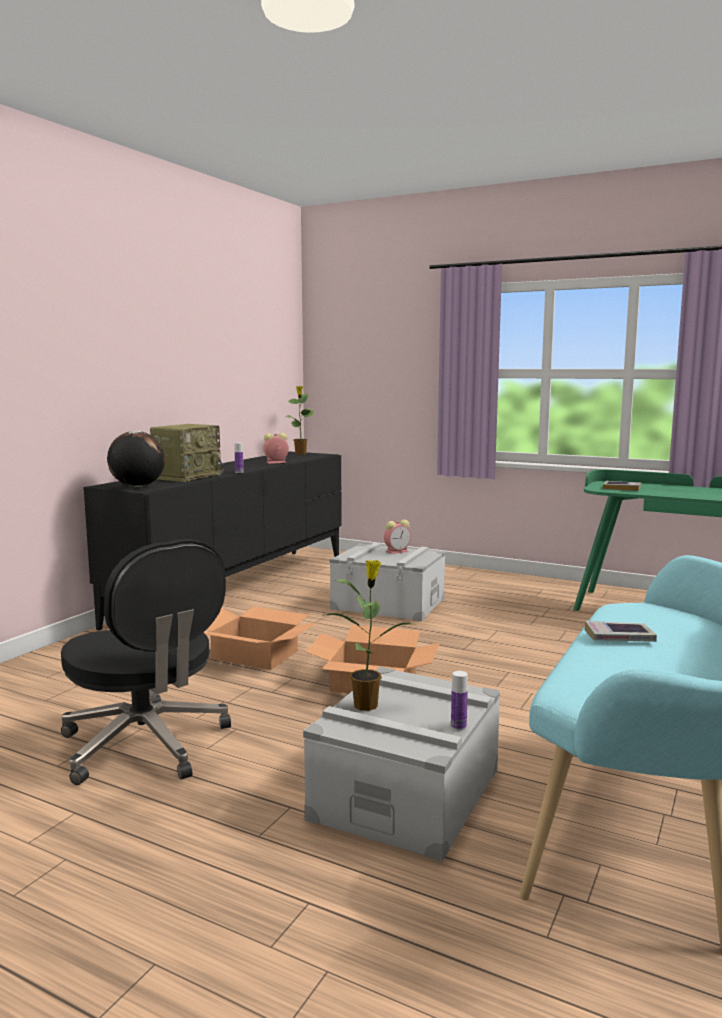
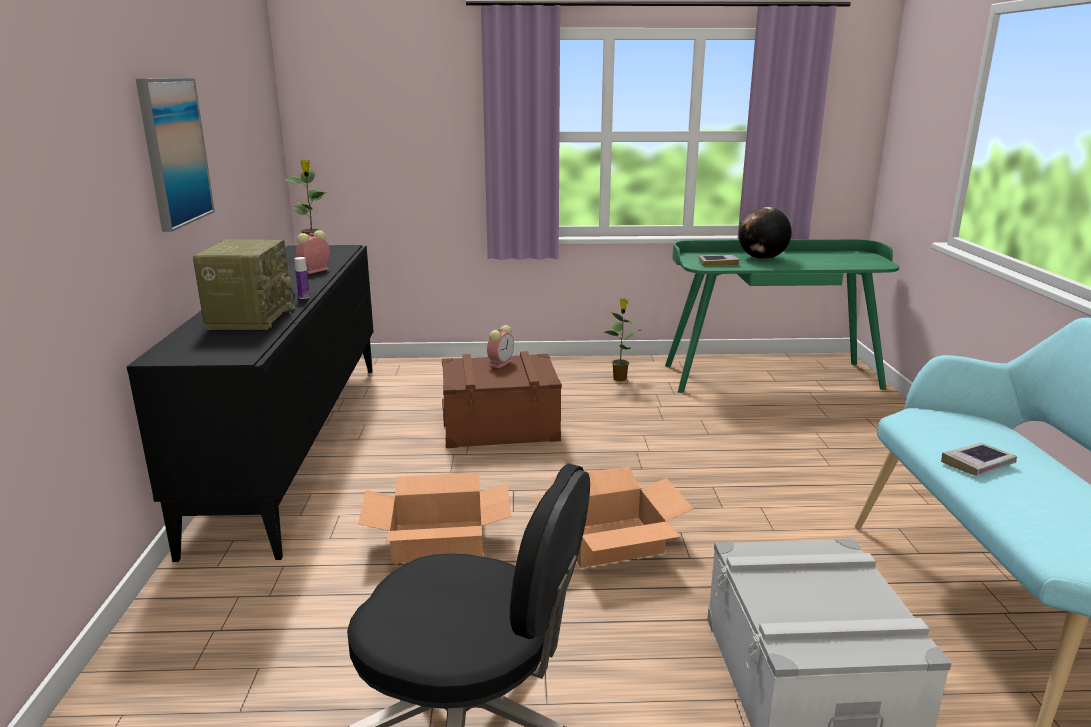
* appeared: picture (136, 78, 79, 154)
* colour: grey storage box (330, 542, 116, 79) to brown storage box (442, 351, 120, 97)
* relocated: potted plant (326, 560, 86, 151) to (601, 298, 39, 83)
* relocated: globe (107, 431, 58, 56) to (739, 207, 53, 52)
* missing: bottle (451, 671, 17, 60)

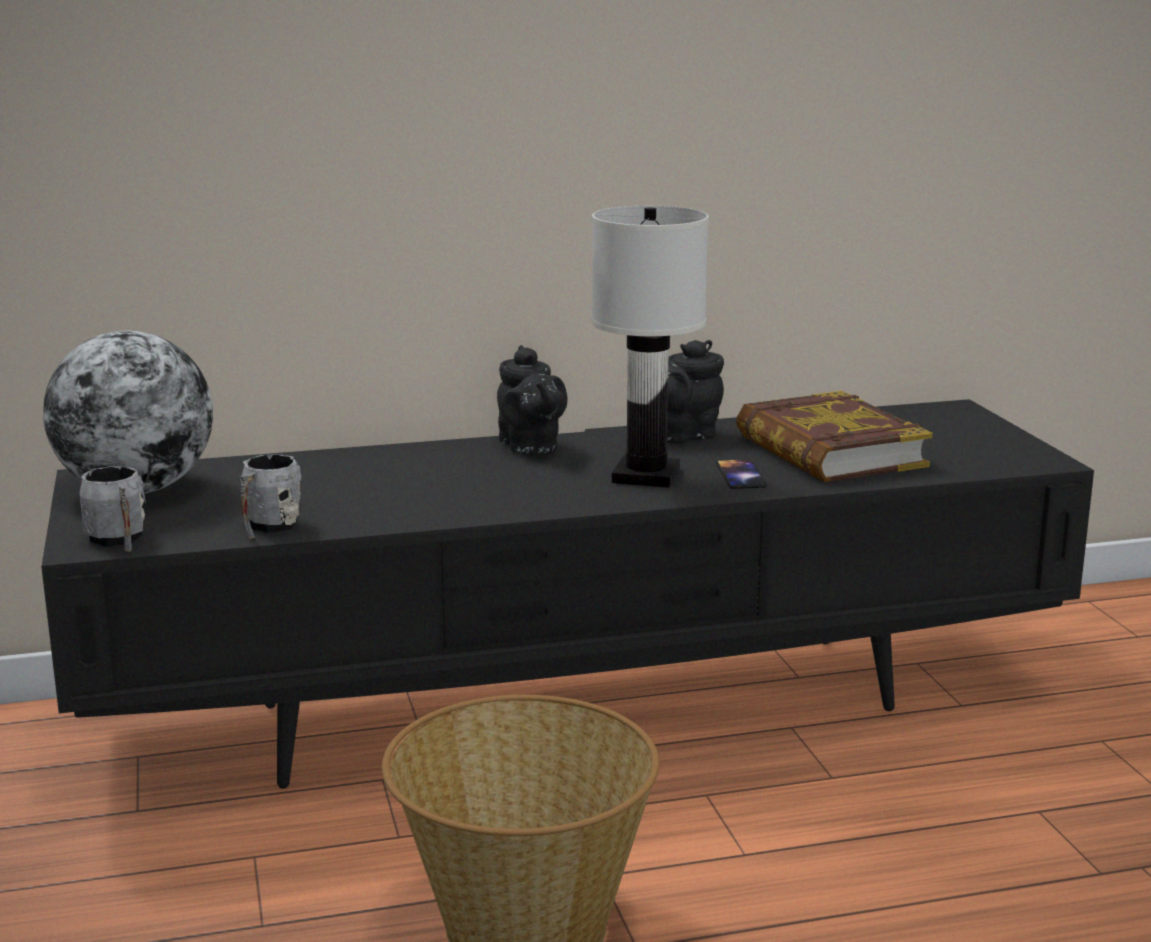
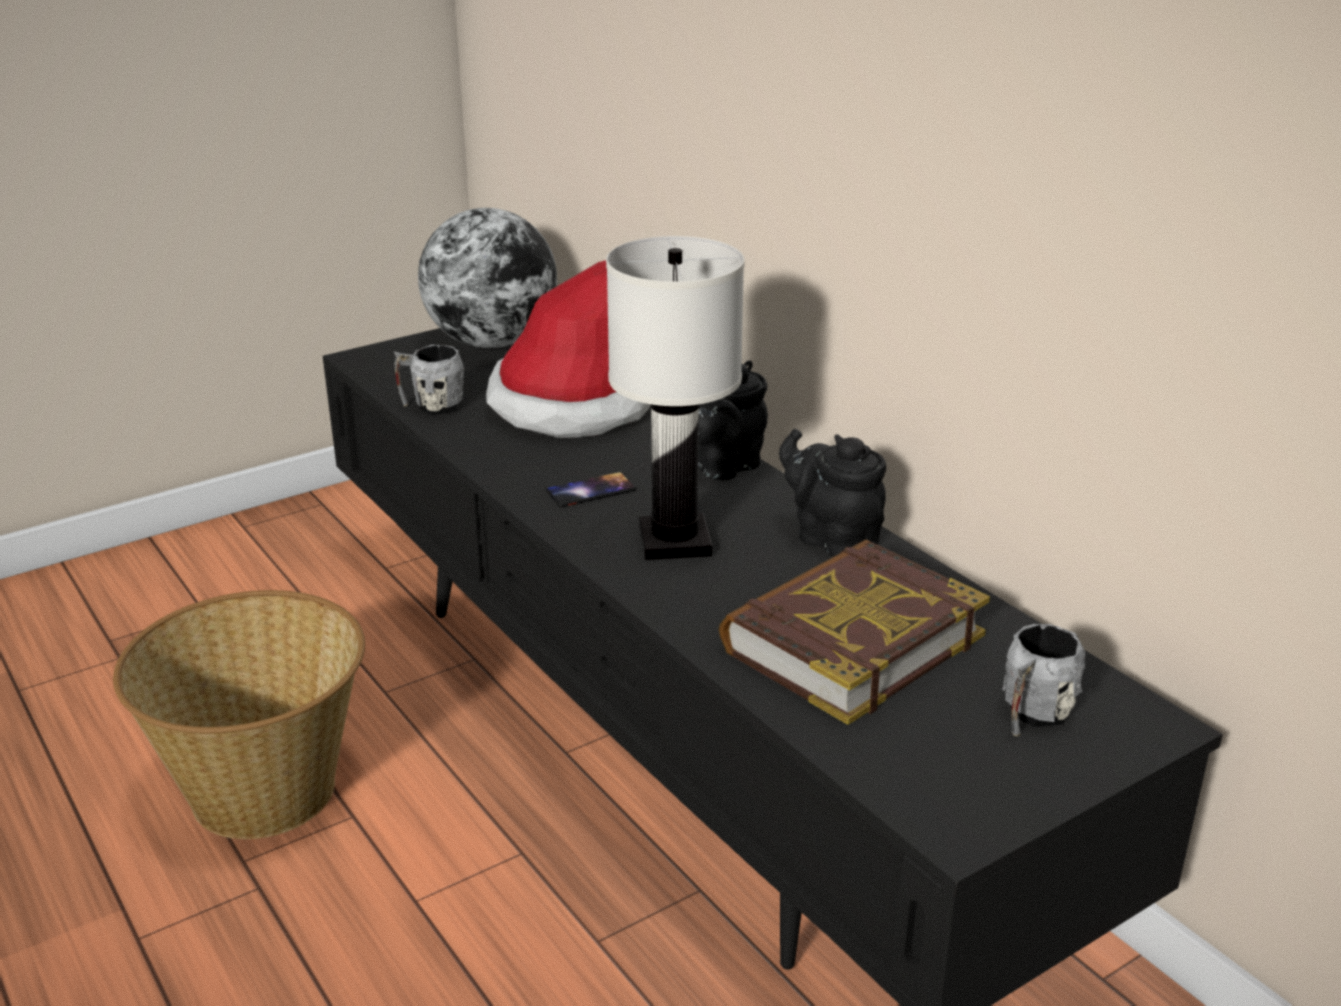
* appeared: hat (486, 260, 164, 178)
* relocated: phone (716, 460, 51, 29) to (546, 472, 90, 35)
* relocated: grey mug (80, 466, 66, 86) to (1002, 624, 83, 112)

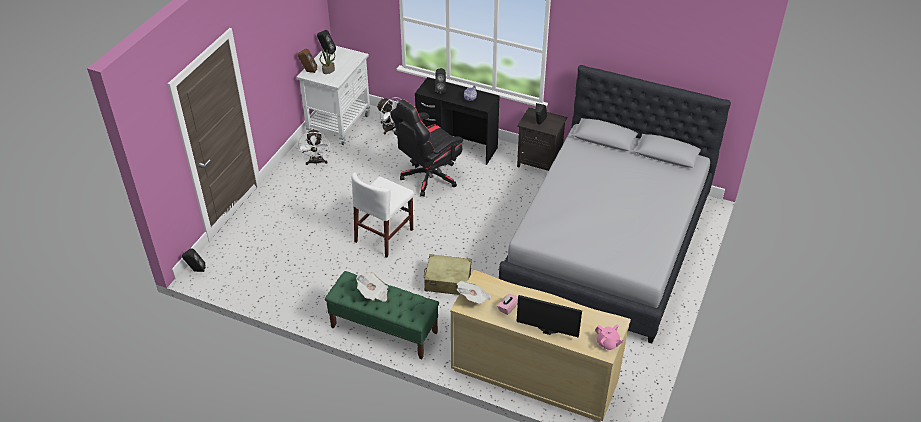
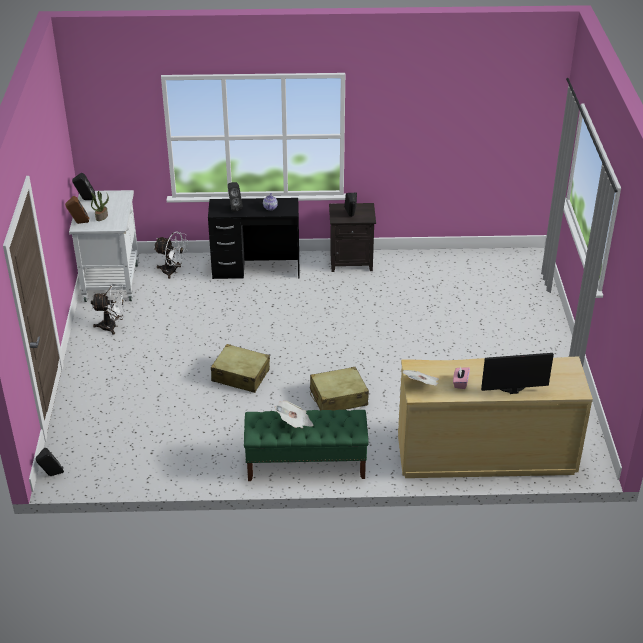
* spun: white fan (298, 129, 32, 36) = (91, 283, 34, 52) 60 degrees counterclockwise
* exchanged: white chair (351, 172, 63, 85) to beige suitcase (211, 344, 59, 49)
* missing: black office chair (390, 99, 73, 98)
* missing: grey bed (499, 65, 232, 278)
* missing: pink teapot (595, 324, 29, 27)

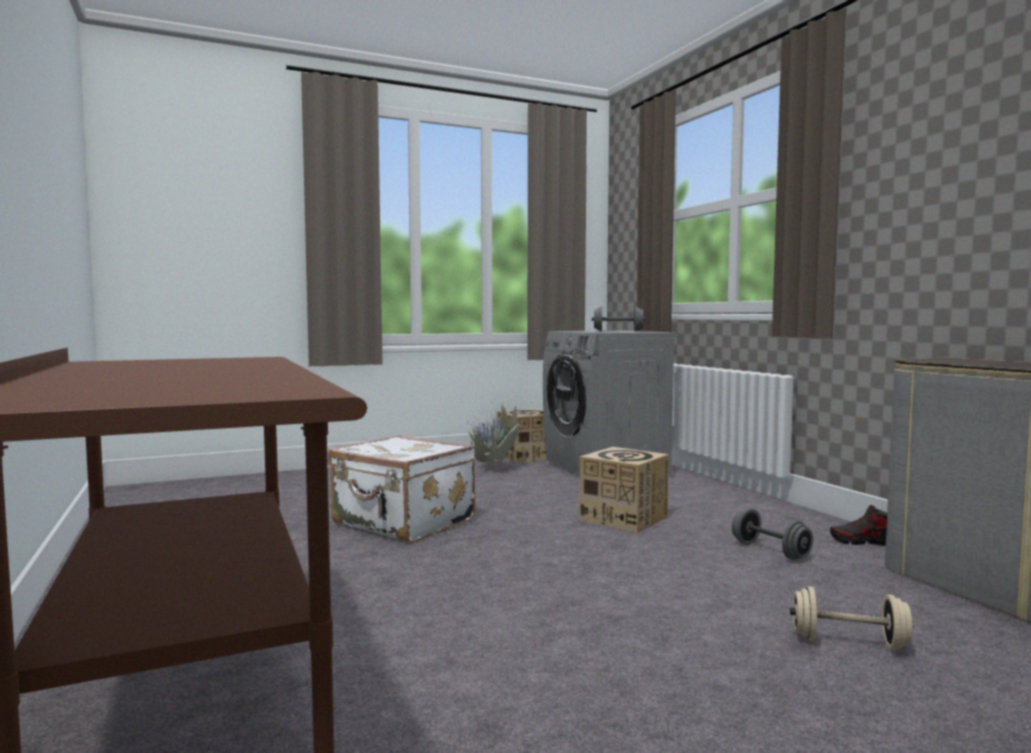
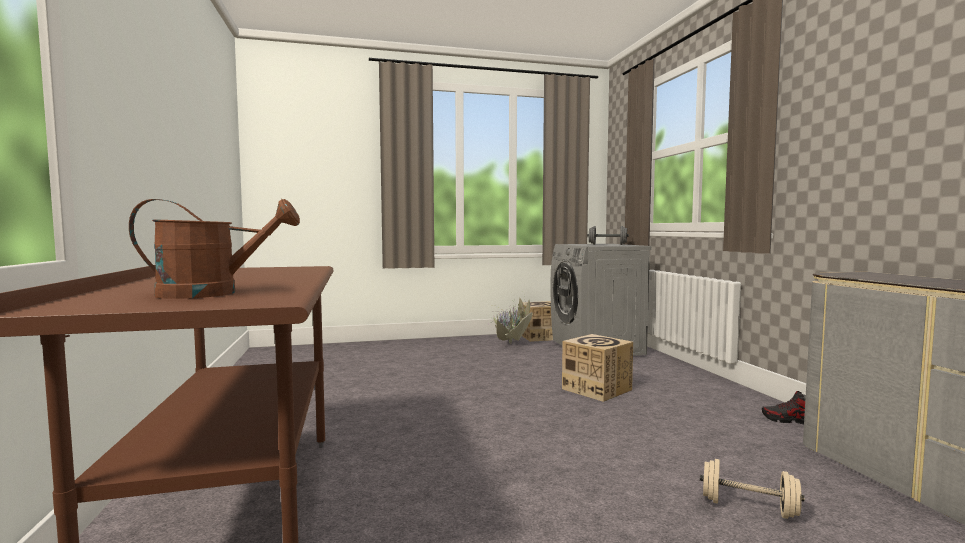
* appeared: brown watering can (129, 199, 171, 100)
* missing: white suitcase (328, 435, 148, 108)
* missing: grey dumbbell (732, 508, 81, 52)

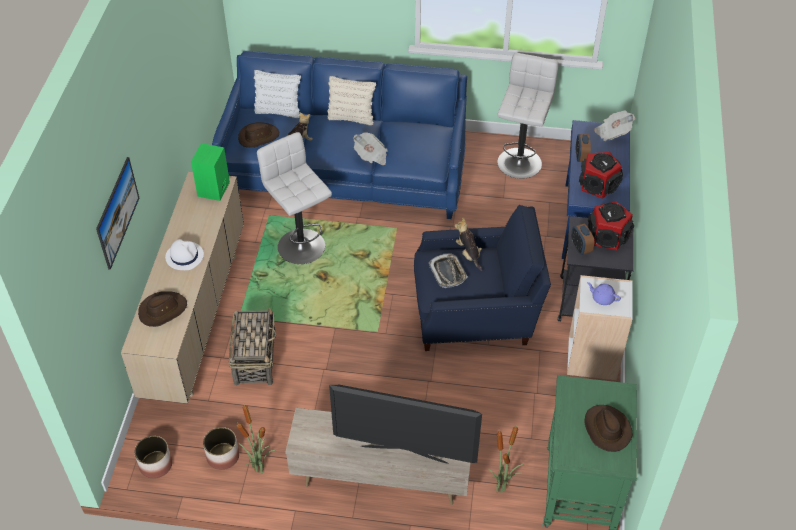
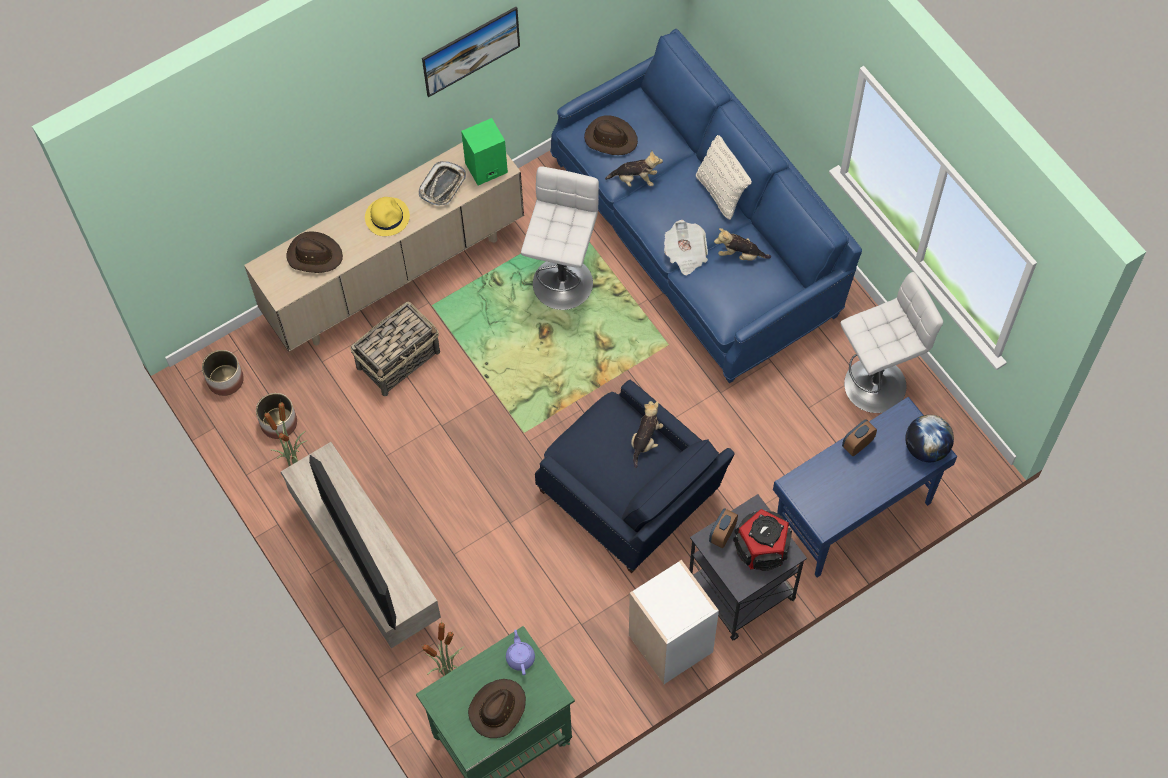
* colour: white hat (165, 239, 39, 31) to yellow hat (365, 197, 45, 39)
* relocated: tray (429, 253, 39, 35) to (419, 161, 47, 45)
* relocated: picture (96, 157, 43, 113) to (422, 7, 98, 90)
* relocated: purple teapot (587, 282, 34, 23) to (506, 629, 29, 46)
* appeared: plush toy (714, 228, 57, 33)
* exchanged: newspaper (594, 110, 41, 31) to globe (905, 415, 49, 47)
* missing: white pillow (254, 70, 47, 48)
* missing: speaker (579, 152, 44, 47)

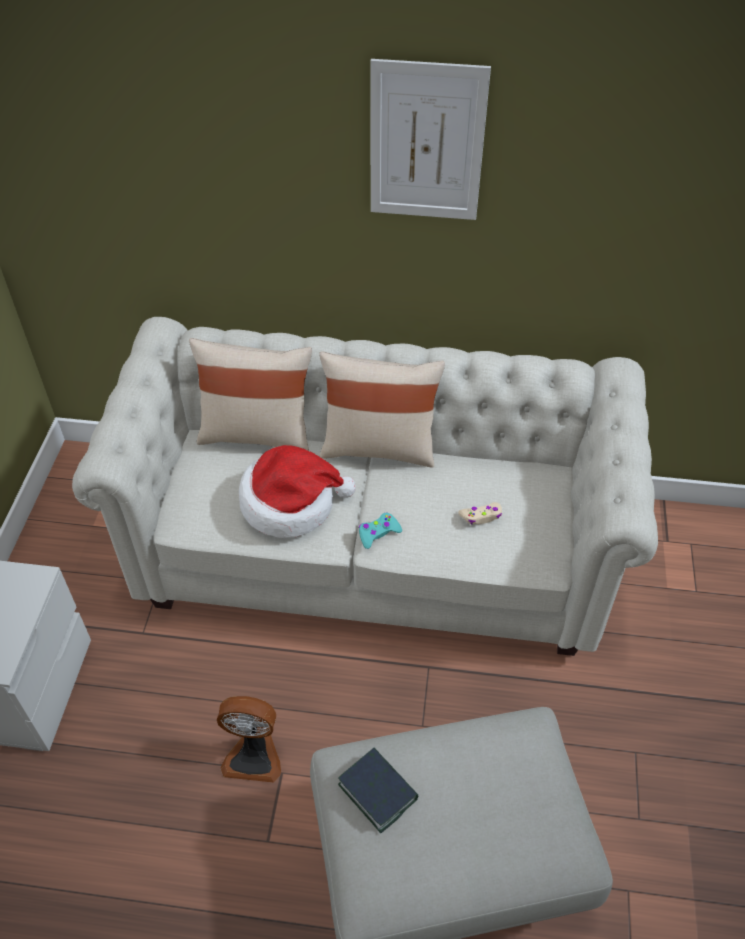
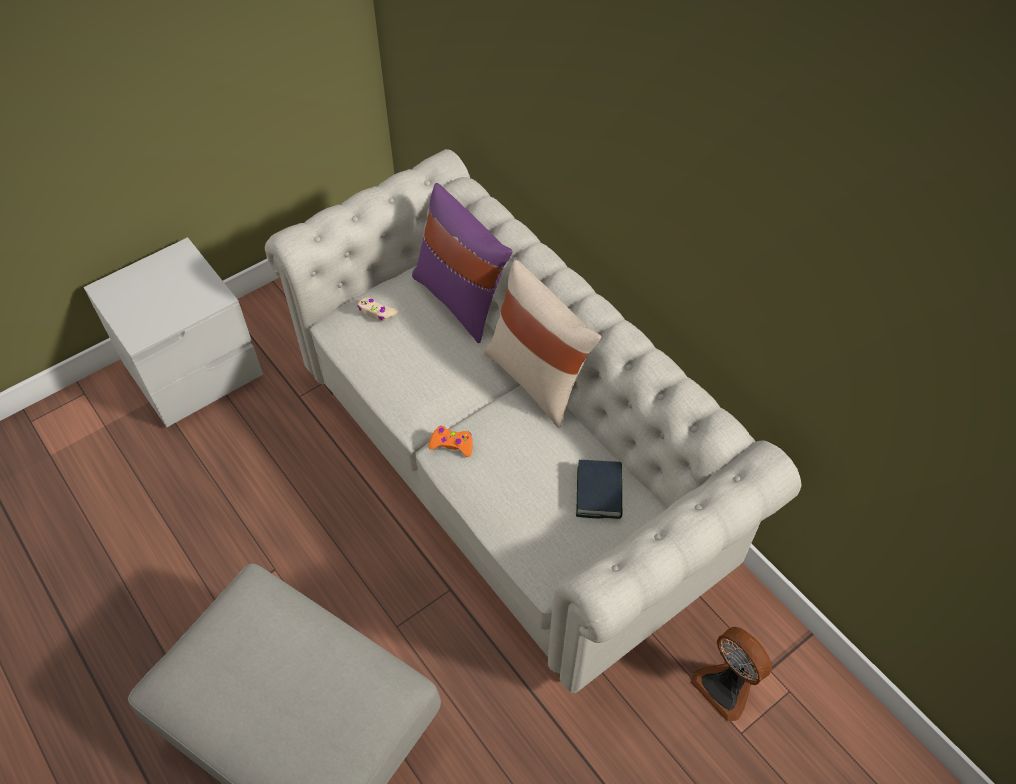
* relocated: beige game controller (458, 502, 44, 23) to (358, 297, 40, 24)
* colour: beige pillow (189, 338, 123, 113) to purple pillow (412, 183, 101, 160)
* colour: turquoise game controller (359, 512, 43, 37) to orange game controller (428, 426, 45, 31)
* relocated: book (338, 748, 80, 85) to (576, 460, 46, 59)
* relocated: fan (217, 696, 64, 87) to (691, 627, 81, 94)
* missing: hat (239, 445, 117, 93)
* missing: picture (370, 59, 121, 161)

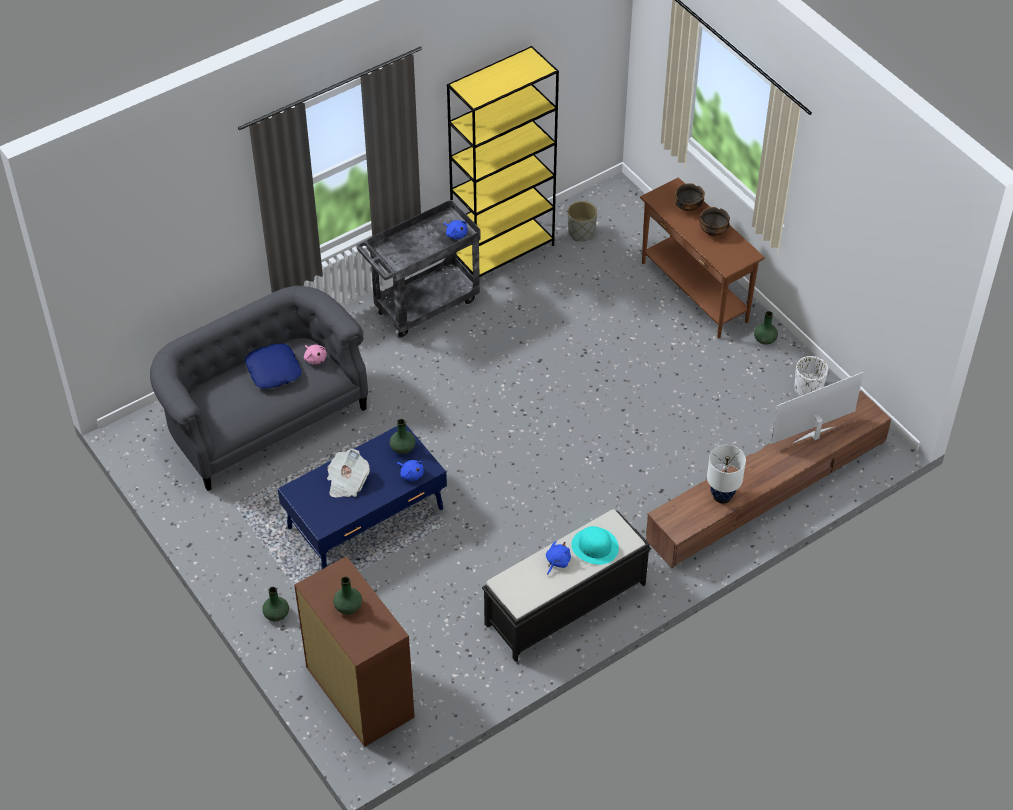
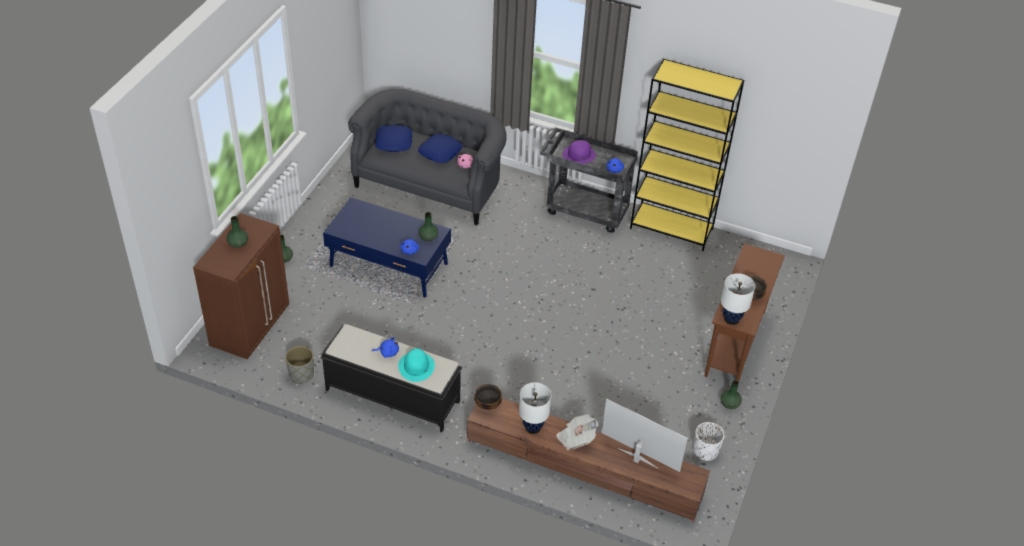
* relocated: grey planter (568, 201, 29, 40) to (285, 346, 29, 38)
* appeared: blue pillow (375, 125, 37, 27)
* relocated: bowl (674, 183, 31, 28) to (474, 384, 28, 26)
* relocated: newspaper (327, 449, 43, 48) to (556, 414, 42, 36)
* appeared: purple hat (563, 140, 33, 24)
* appeared: white table lamp (721, 273, 34, 52)

